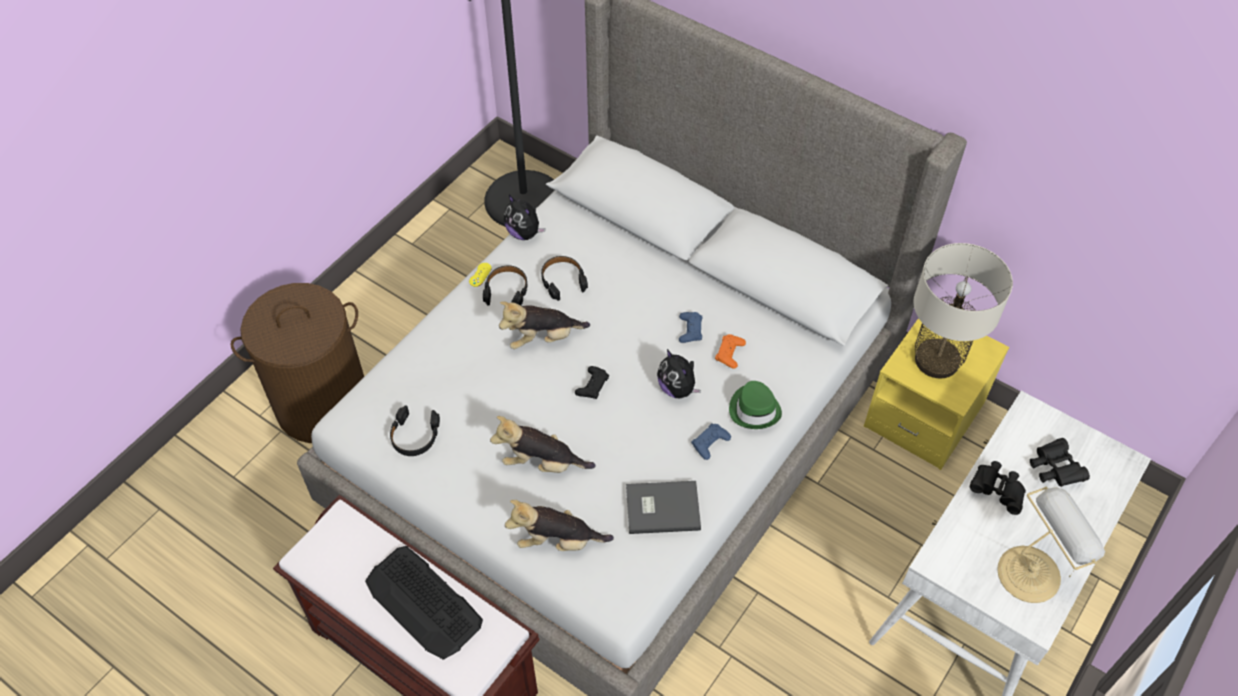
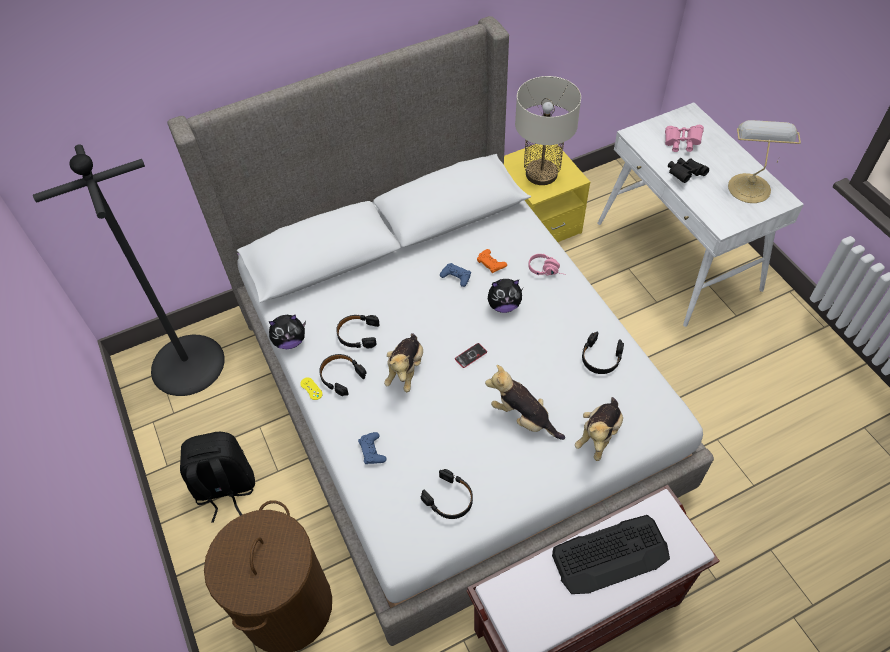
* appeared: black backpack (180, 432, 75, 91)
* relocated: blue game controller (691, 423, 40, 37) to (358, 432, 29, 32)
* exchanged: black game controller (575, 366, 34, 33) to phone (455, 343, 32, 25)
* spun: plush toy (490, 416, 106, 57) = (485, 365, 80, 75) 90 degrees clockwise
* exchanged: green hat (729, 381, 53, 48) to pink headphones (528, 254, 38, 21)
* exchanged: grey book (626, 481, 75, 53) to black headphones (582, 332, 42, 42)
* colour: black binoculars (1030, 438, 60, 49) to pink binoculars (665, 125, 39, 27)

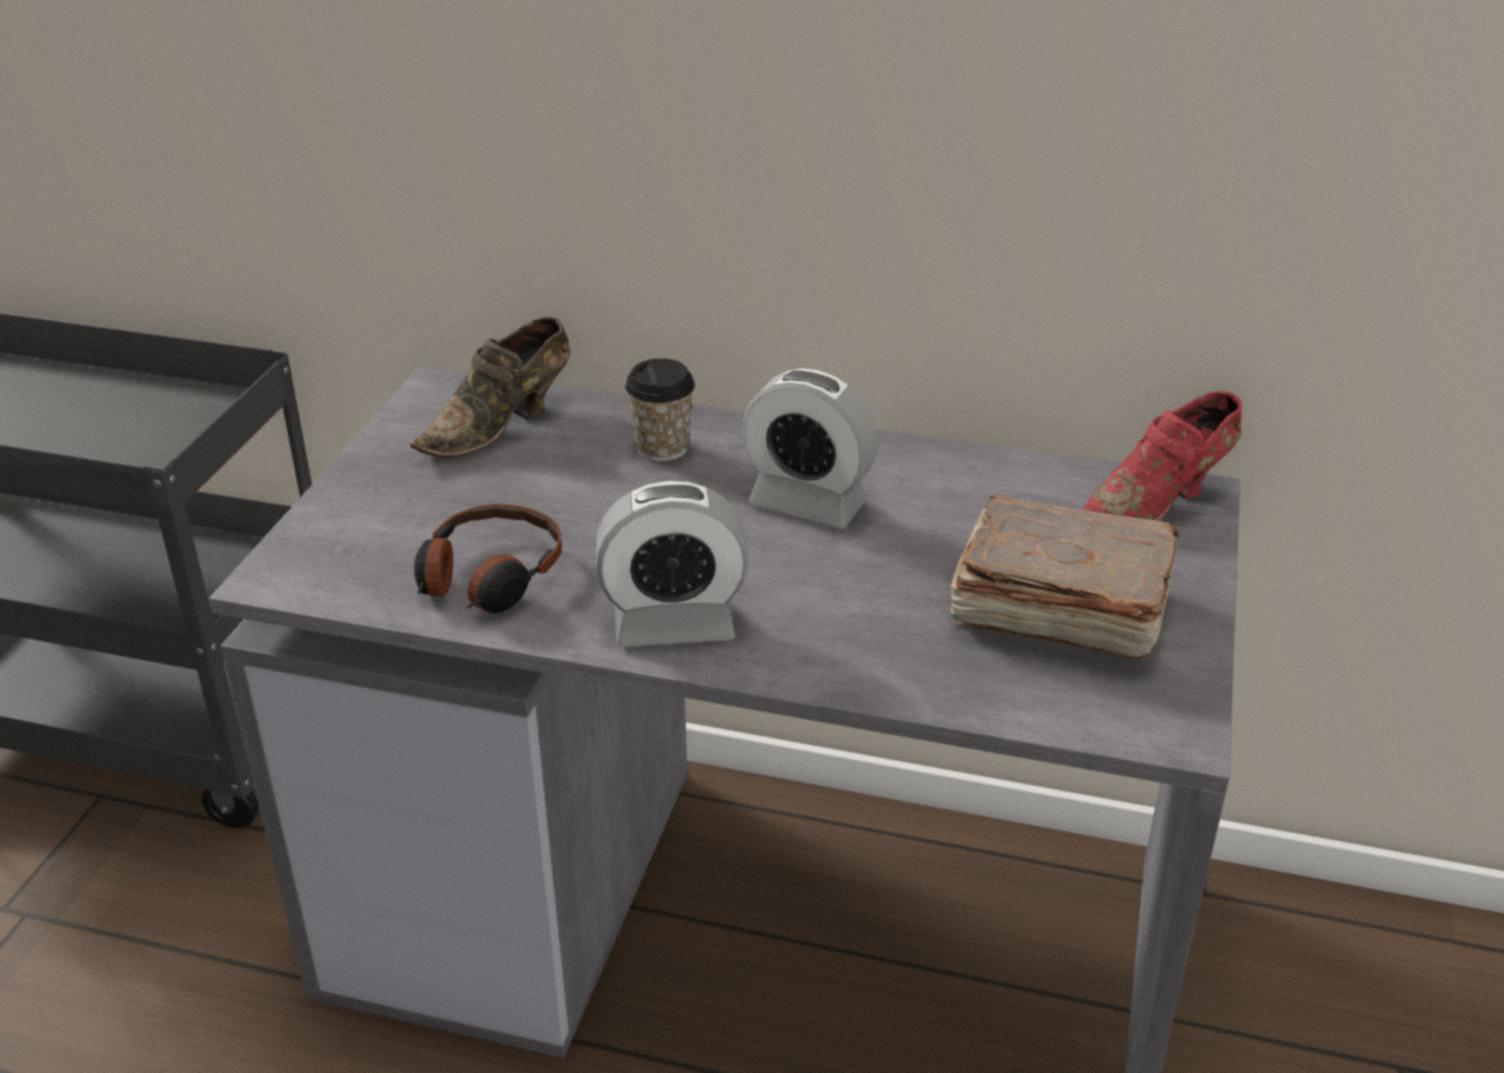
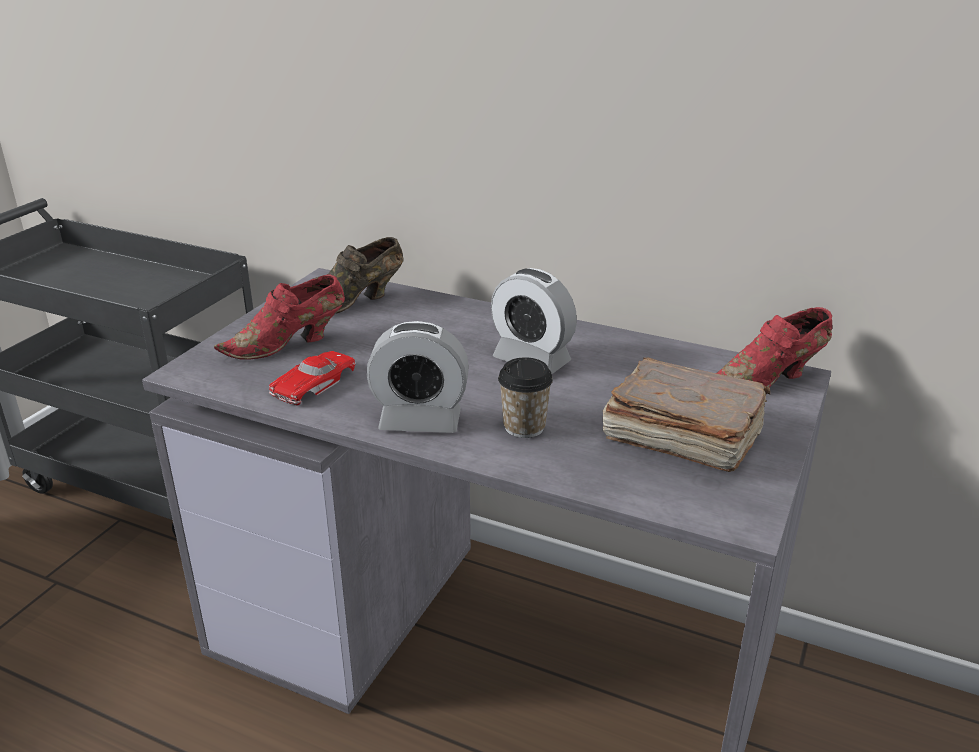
* appeared: red shoe (214, 274, 131, 86)
* exchanged: headphones (414, 504, 148, 109) to red toy car (269, 351, 87, 55)
* relocated: cup (625, 358, 70, 103) to (498, 357, 55, 81)

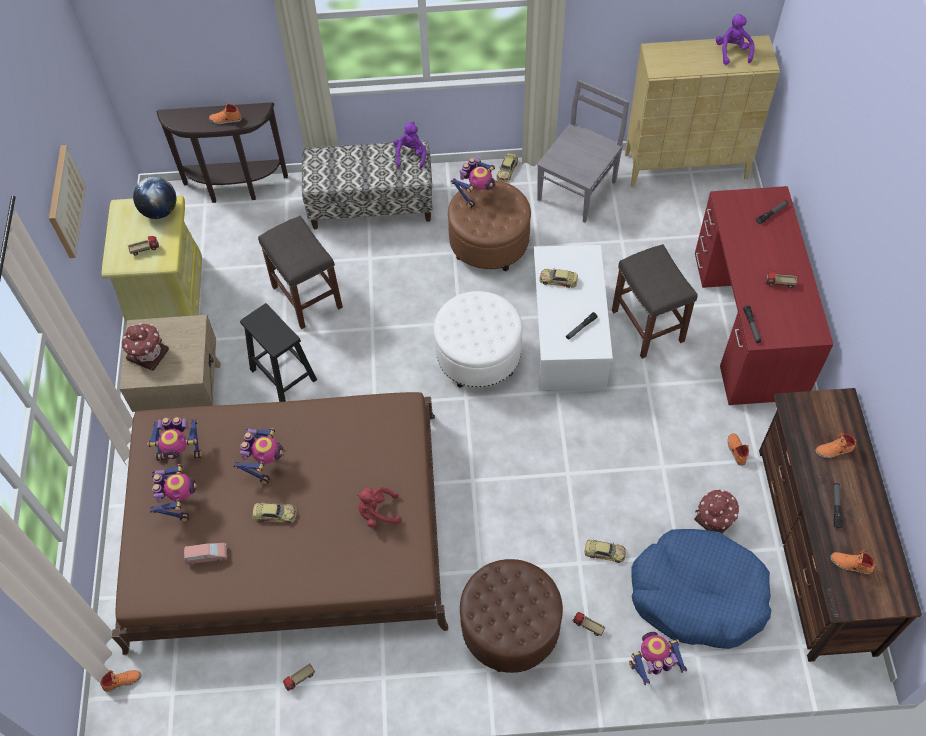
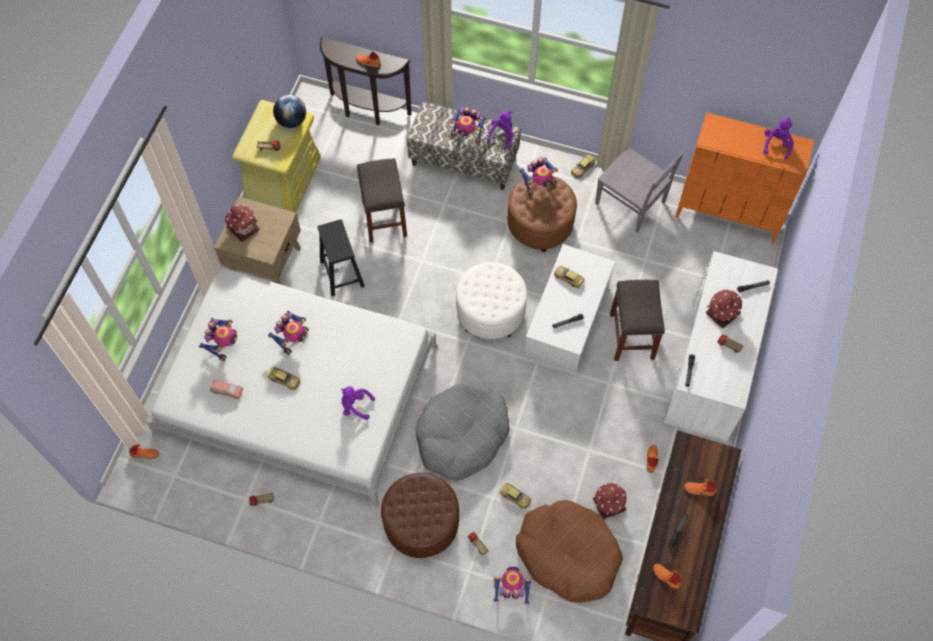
* colour: brown bed (112, 392, 336, 263) to white bed (146, 267, 292, 241)
* colour: red plush toy (356, 487, 45, 41) to purple plush toy (341, 386, 34, 34)
* appeared: grey dog bed (415, 381, 94, 100)
* relocated: toy robot (147, 417, 55, 44) to (450, 107, 36, 37)
* colour: blue dog bed (631, 529, 140, 120) to brown dog bed (516, 500, 107, 103)
* spun: grey chair (537, 79, 92, 144) = (595, 148, 89, 85) 75 degrees clockwise
* colour: red desk (695, 186, 139, 219) to white desk (664, 251, 114, 190)
* colour: beige dresser (625, 35, 155, 152) to orange dresser (675, 112, 139, 132)
* appeared: toy house (706, 289, 37, 40)
* missing: picture (49, 145, 37, 113)

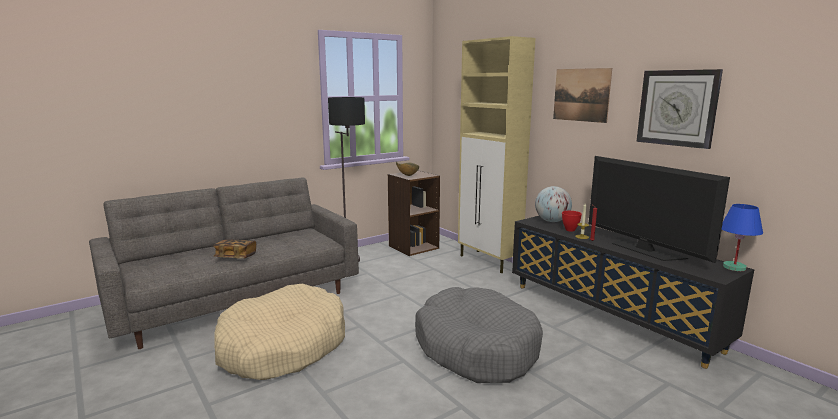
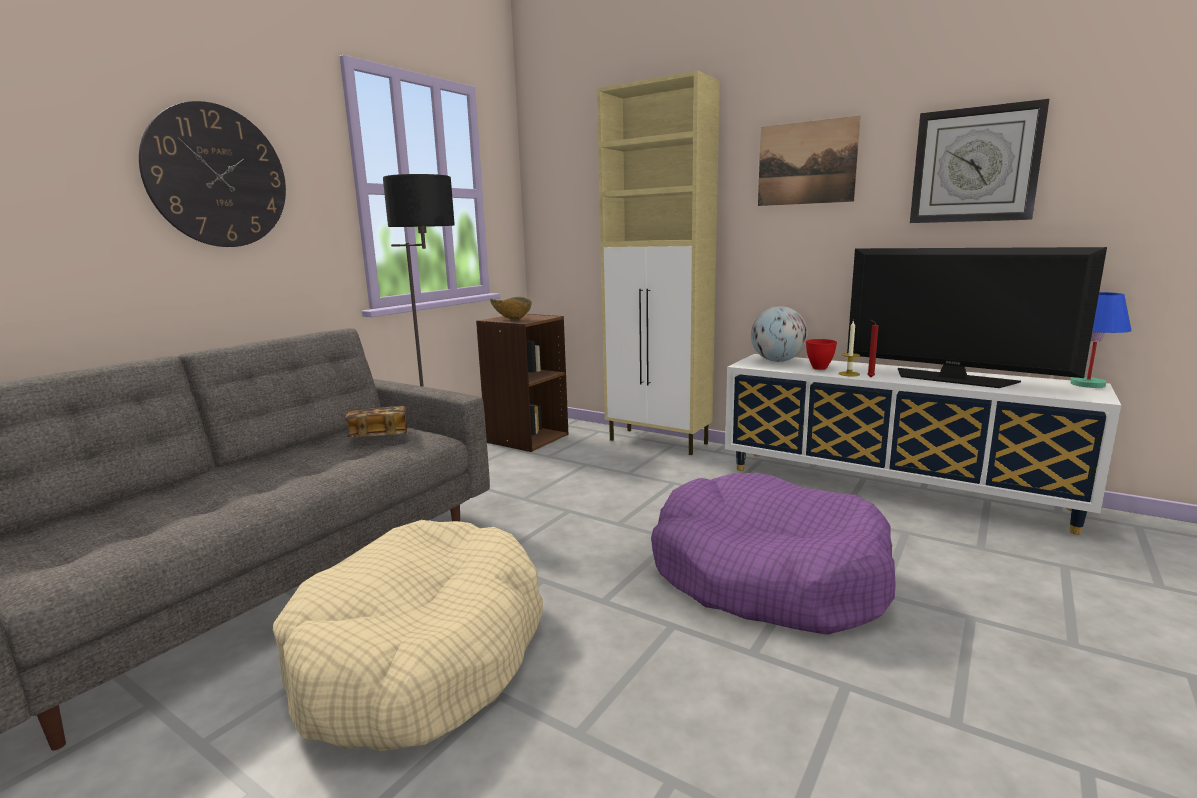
* appeared: wall clock (139, 101, 147, 146)
* relocated: book (213, 240, 43, 19) to (345, 406, 62, 31)
* colour: grey dog bed (415, 287, 128, 96) to purple dog bed (651, 473, 245, 162)
* colour: black tv stand (512, 216, 243, 153) to white tv stand (725, 354, 396, 181)

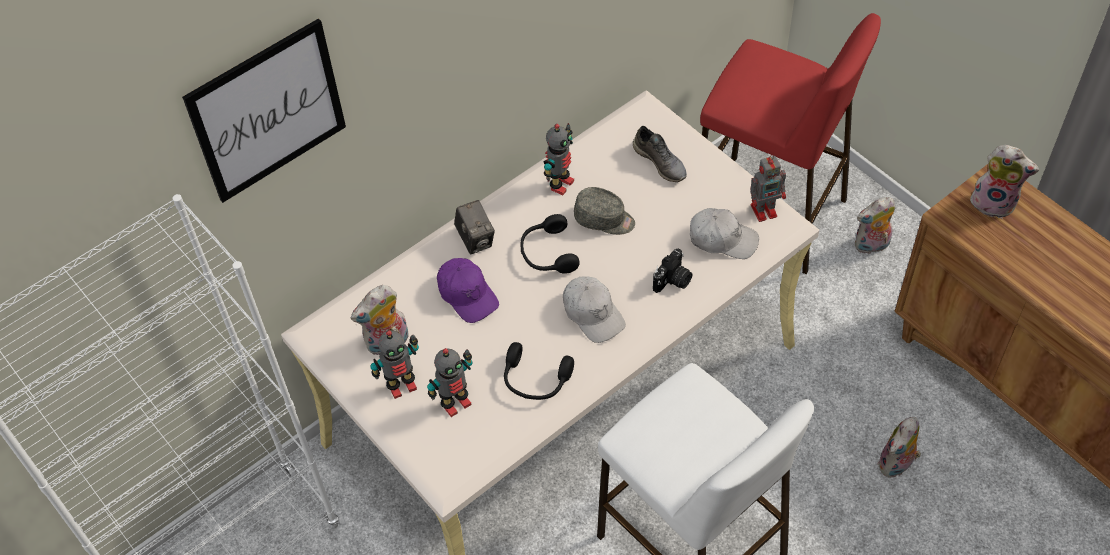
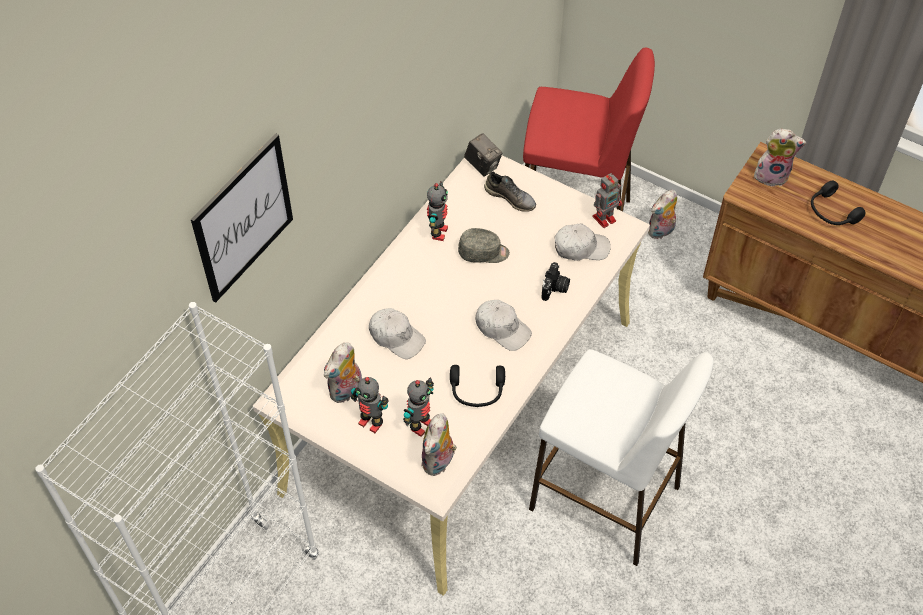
* spun: toy robot (370, 330, 49, 69) = (351, 377, 38, 56) 75 degrees clockwise
* colour: purple cap (437, 258, 62, 65) to white cap (369, 308, 57, 51)
* relocated: plush toy (877, 417, 44, 61) to (421, 413, 36, 63)
* relocated: photo camera (454, 200, 41, 54) to (464, 133, 39, 44)
* relocated: black headphones (521, 214, 59, 60) to (811, 180, 55, 45)

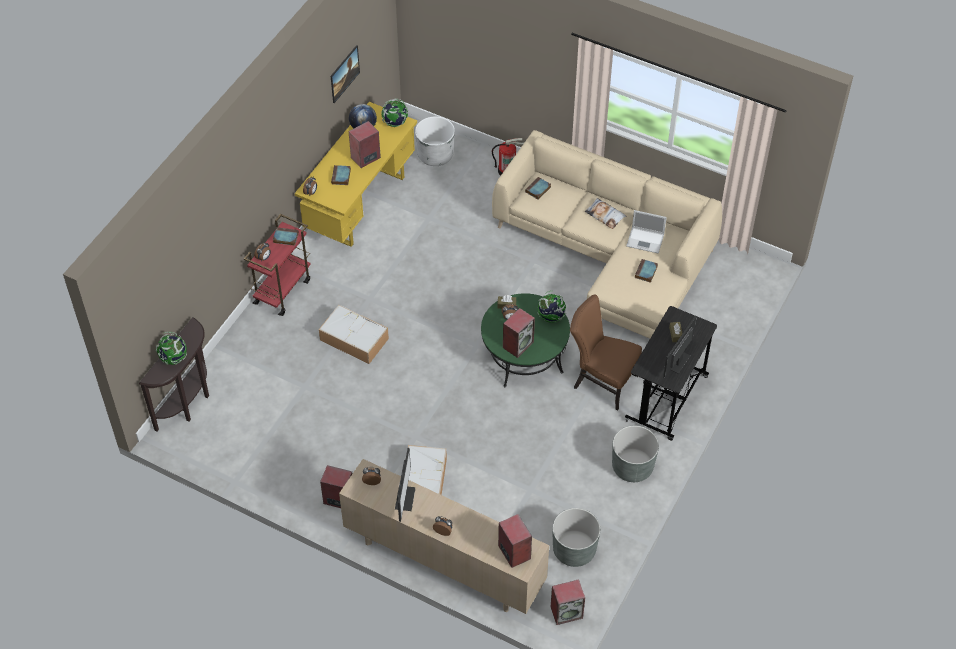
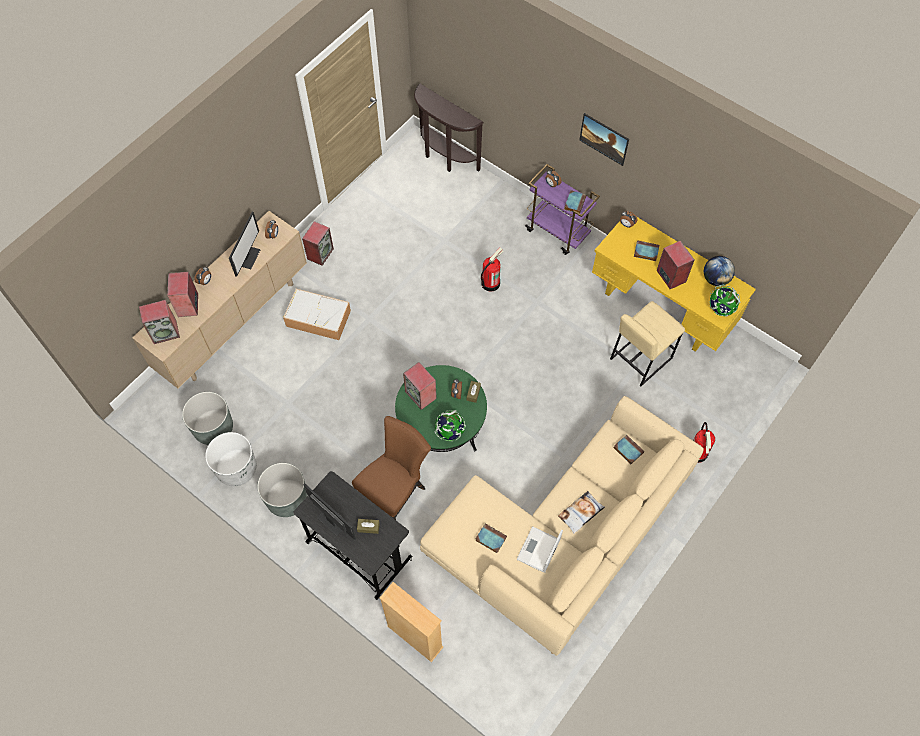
* relocated: speaker (551, 579, 34, 46) to (167, 272, 31, 45)
* relocated: white planter (415, 117, 40, 49) to (205, 432, 51, 54)
* spun: monitor (395, 448, 21, 74) = (229, 212, 32, 65) 90 degrees counterclockwise
* appeared: beige bookcase (380, 582, 63, 80)
* exchanged: storage box (319, 305, 70, 59) to fire extinguisher (481, 248, 23, 44)
* colour: red cart (244, 214, 67, 102) to purple cart (525, 164, 75, 91)
* relocated: picture (331, 45, 29, 58) to (580, 113, 49, 53)
* appeared: beige chair (610, 301, 75, 85)
* missing: globe (155, 332, 32, 33)

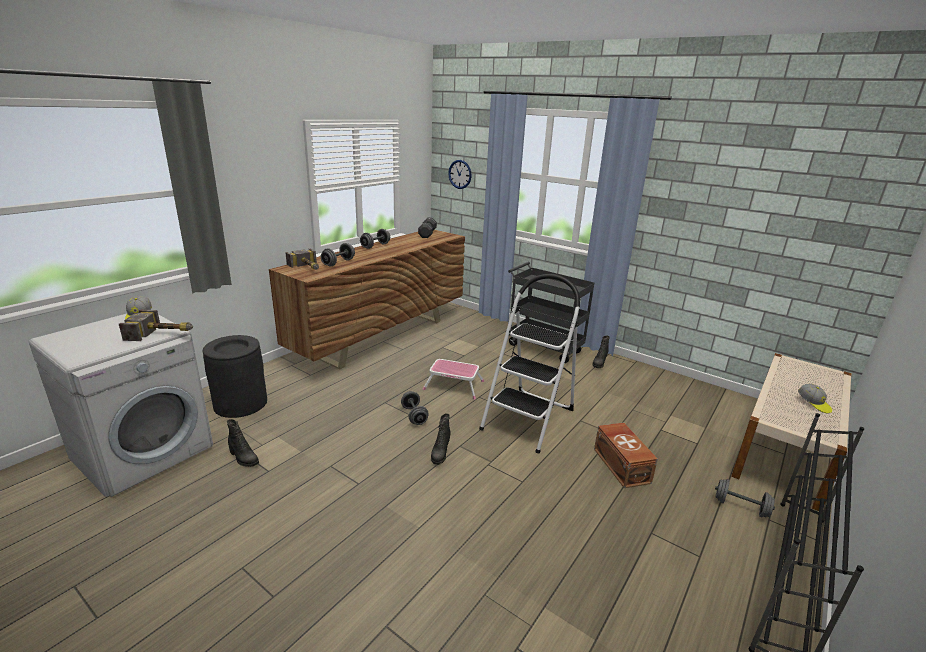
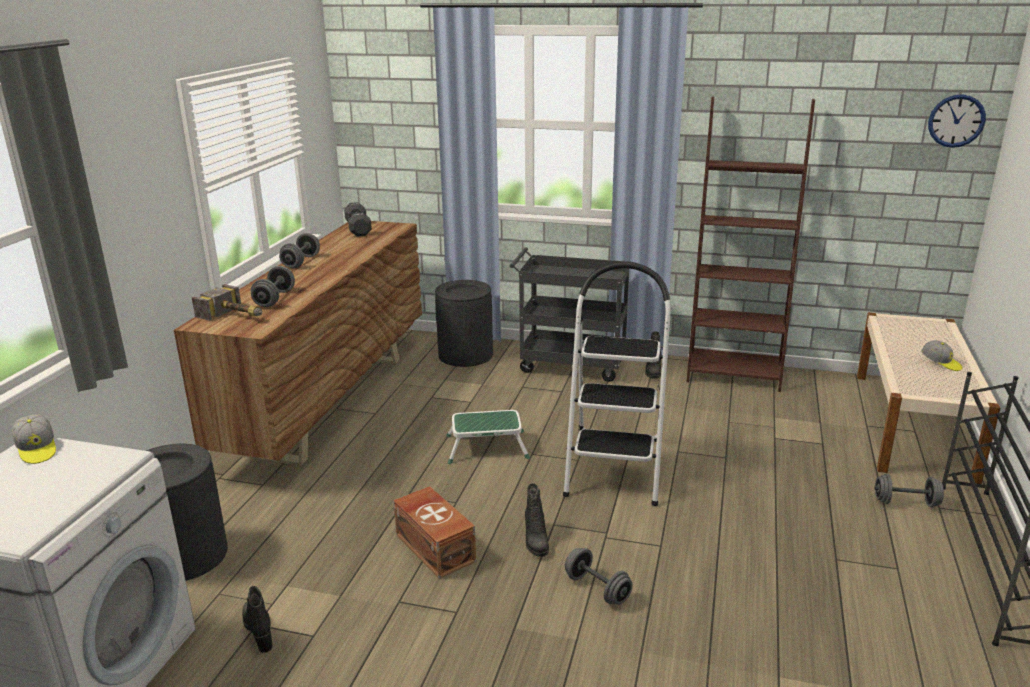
* spun: black boot (227, 419, 32, 48) = (242, 586, 31, 67) 135 degrees counterclockwise
* relocated: brown storage box (594, 423, 64, 65) to (393, 486, 83, 93)
* appeared: black trash can (435, 280, 58, 87)
* colour: pink step ladder (422, 359, 62, 41) to green step ladder (446, 410, 84, 54)
* relocated: grey dumbbell (401, 391, 28, 34) to (565, 548, 68, 57)
* appeared: brown bookcase (687, 97, 128, 295)
* relocated: wall clock (448, 160, 24, 29) to (928, 94, 58, 54)
* missing: hammer (119, 310, 74, 31)

